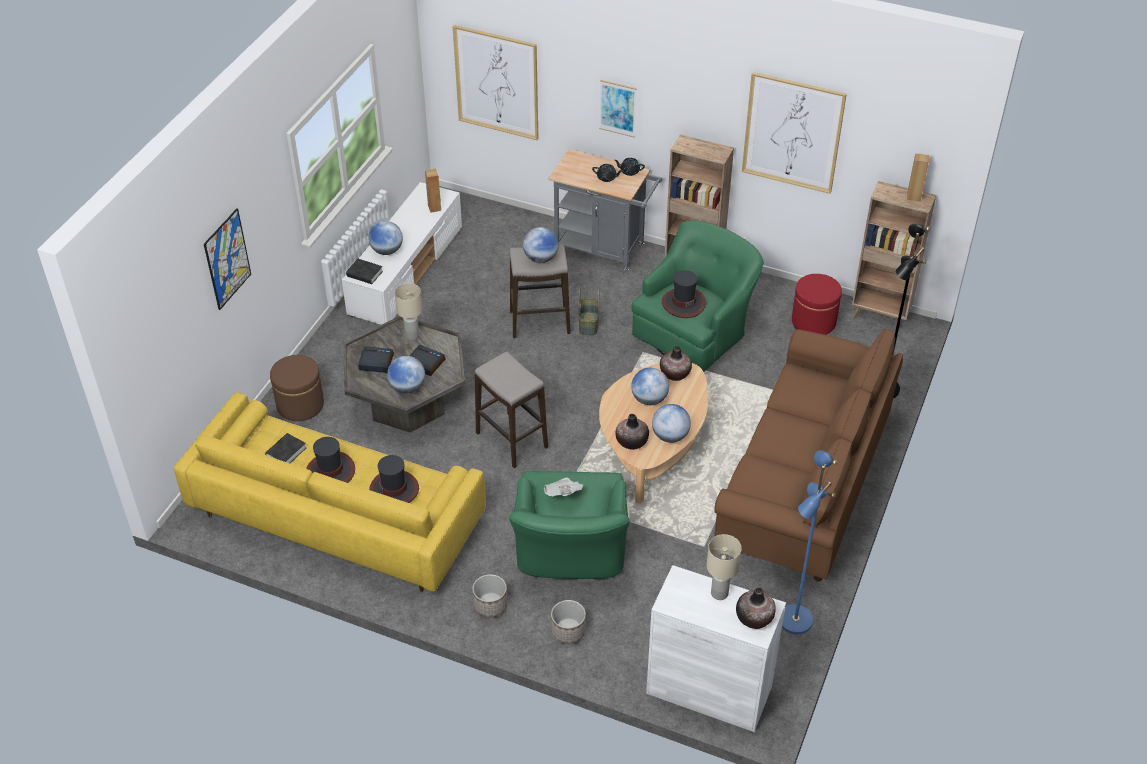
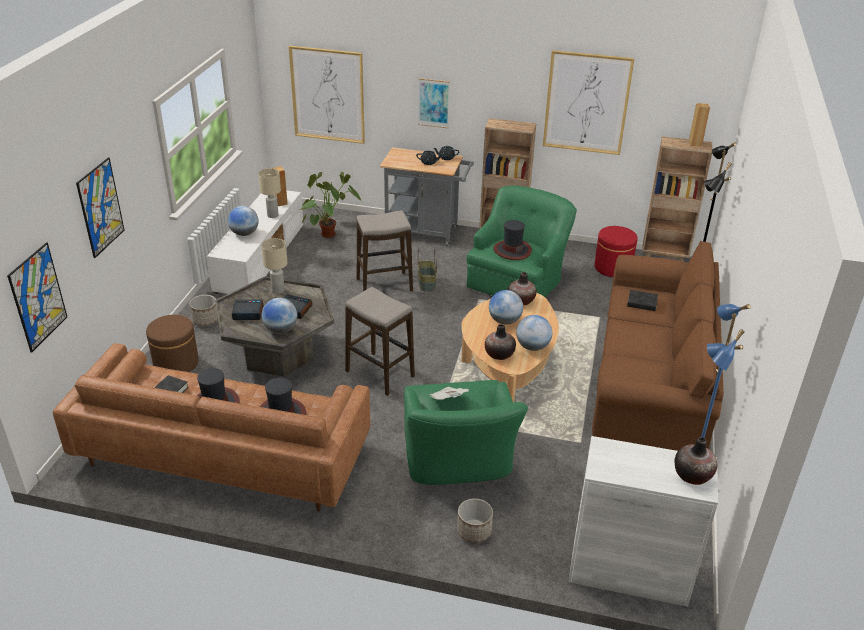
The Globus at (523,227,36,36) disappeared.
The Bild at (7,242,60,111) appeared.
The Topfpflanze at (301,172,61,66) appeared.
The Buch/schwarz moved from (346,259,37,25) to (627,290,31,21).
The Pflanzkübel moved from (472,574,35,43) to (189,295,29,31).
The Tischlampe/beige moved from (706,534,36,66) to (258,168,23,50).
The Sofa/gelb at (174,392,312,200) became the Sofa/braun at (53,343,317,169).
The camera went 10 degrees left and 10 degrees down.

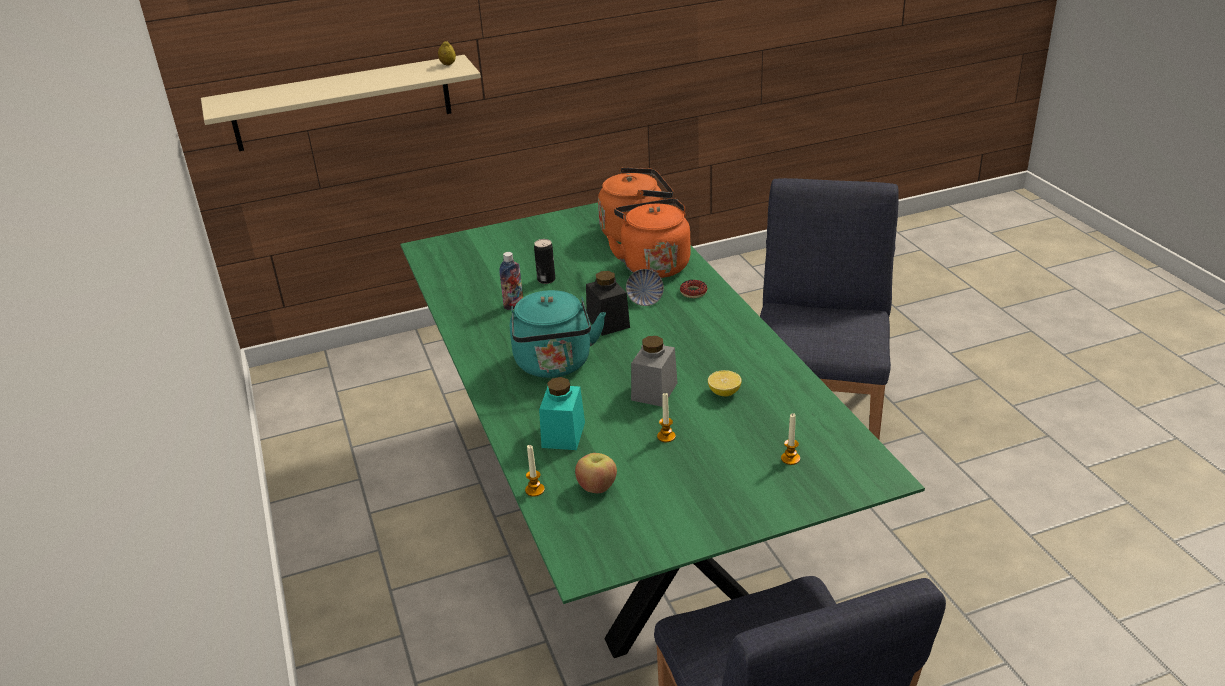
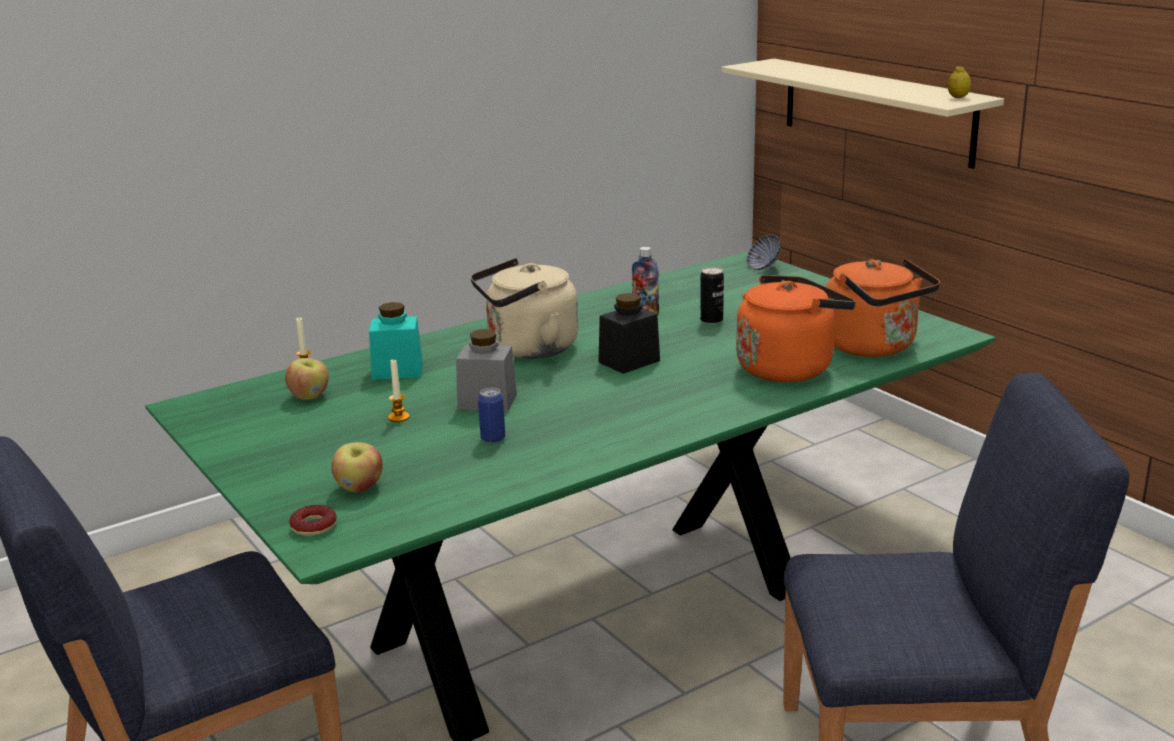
The Schüssel moved from (626,269,38,37) to (746,234,35,36).
The Donut moved from (680,280,27,18) to (289,505,48,31).
The Zitrone at (708,370,34,26) was replaced by the Dose at (478,388,27,55).
The Kerze at (781,413,19,52) was replaced by the Apfel at (331,442,52,50).
The Wasserkessel/türkis at (510,290,96,88) became the Wasserkessel/beige at (470,258,108,101).
The camera went 75 degrees right and 10 degrees down.

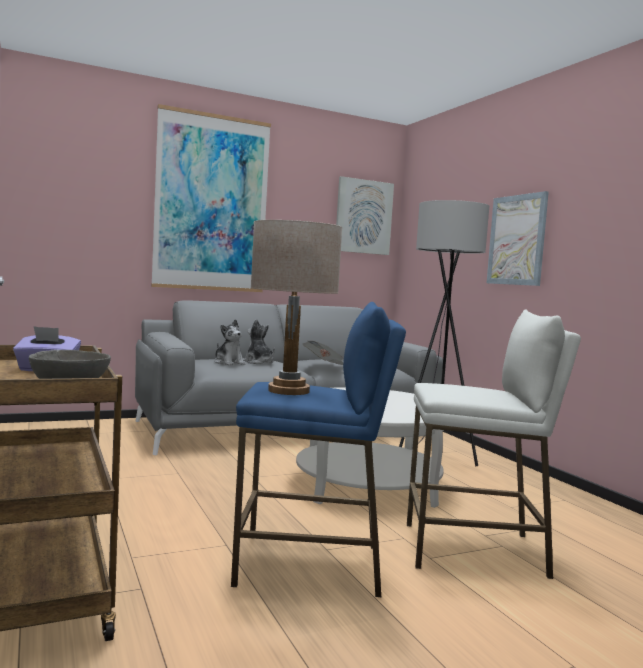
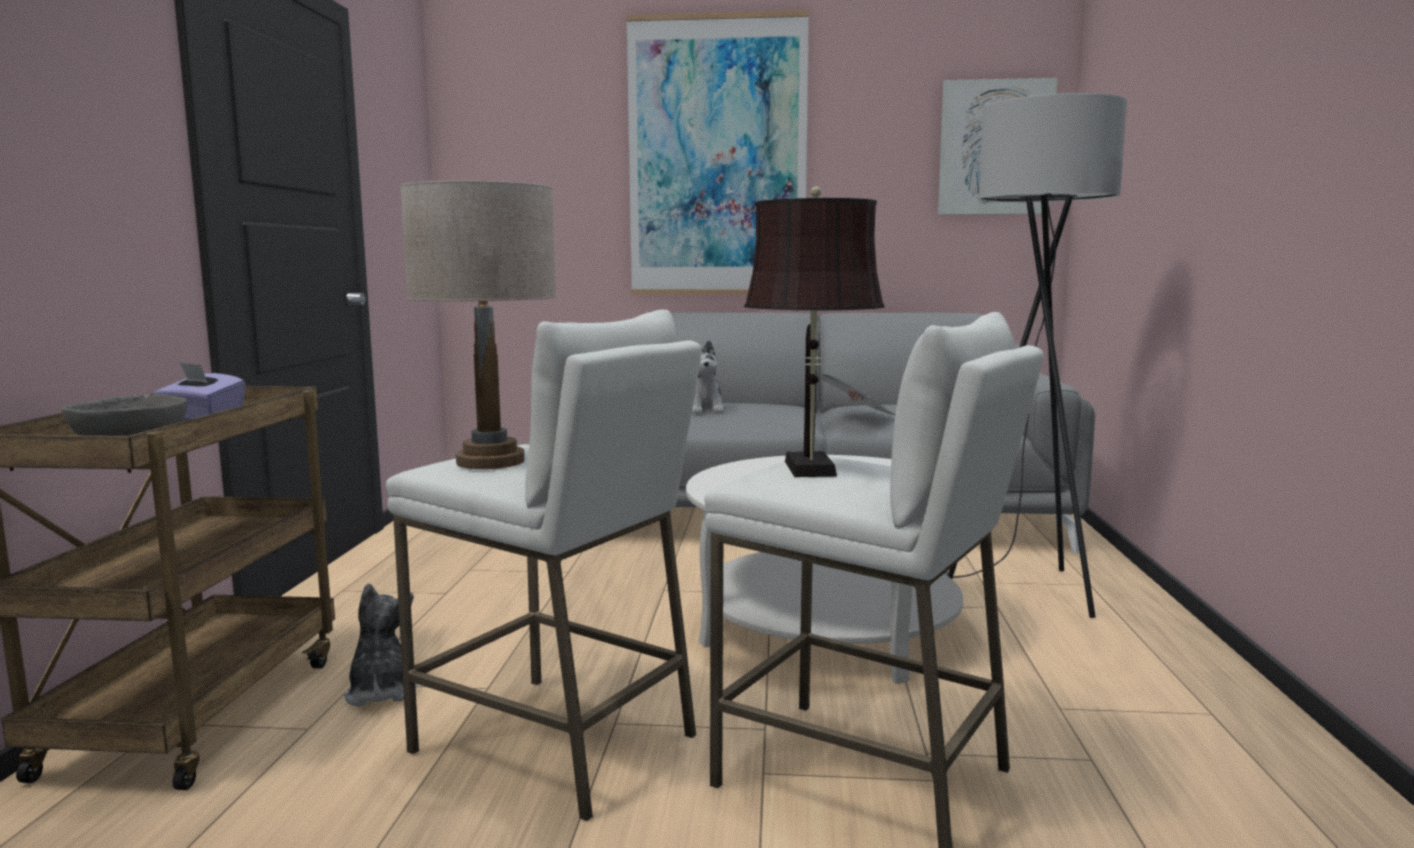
The Bild at (487,191,62,95) disappeared.
The Tischlampe/braun at (744,187,141,290) appeared.
The Plüschtier moved from (243,319,32,45) to (344,583,74,124).
The Hocker/blau at (231,302,175,295) became the Hocker/weiß at (386,309,316,512).
The camera went 30 degrees right and 5 degrees up.

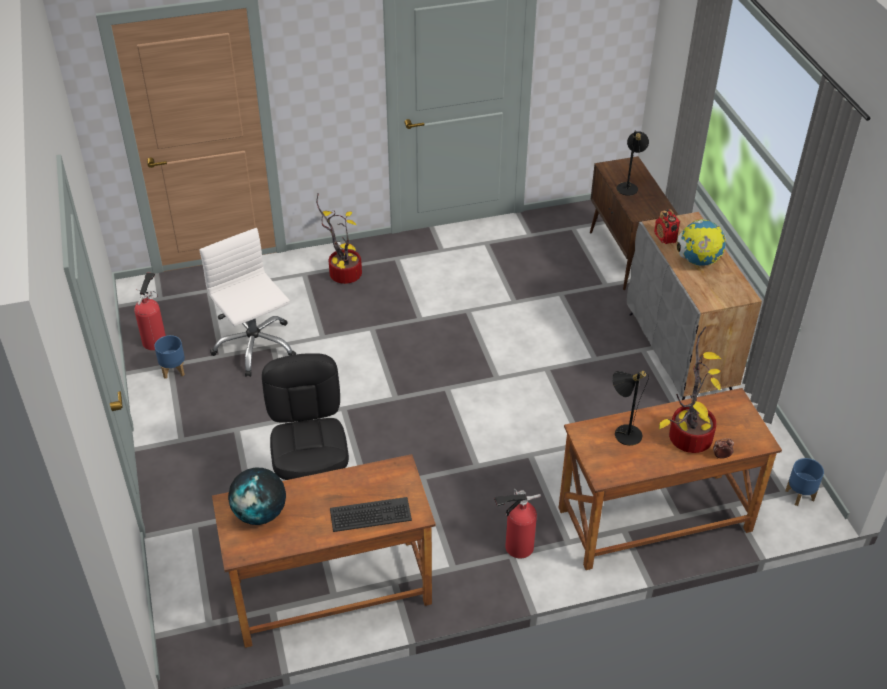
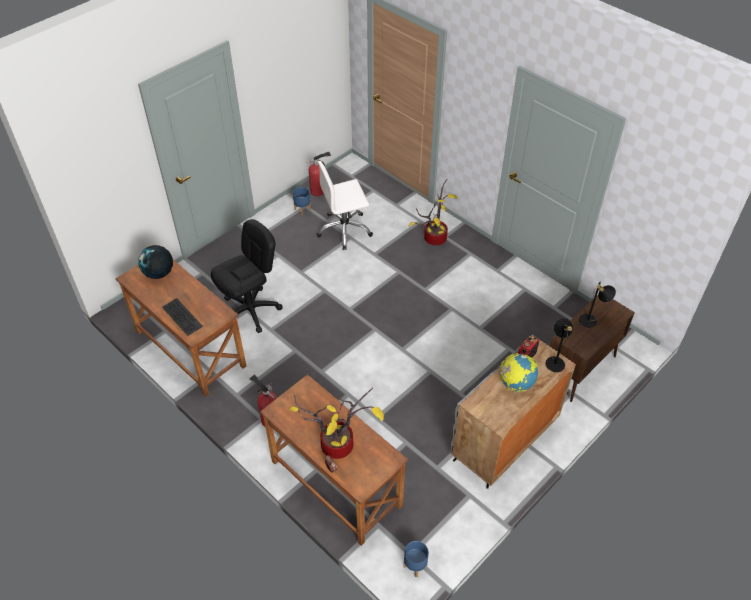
The Tischlampe/schwarz moved from (612,371,37,75) to (545,318,28,54).
The Bürostuhl/weiß at (199,228,97,149) turned 135 degrees counterclockwise.
The camera went 60 degrees right and 5 degrees up.

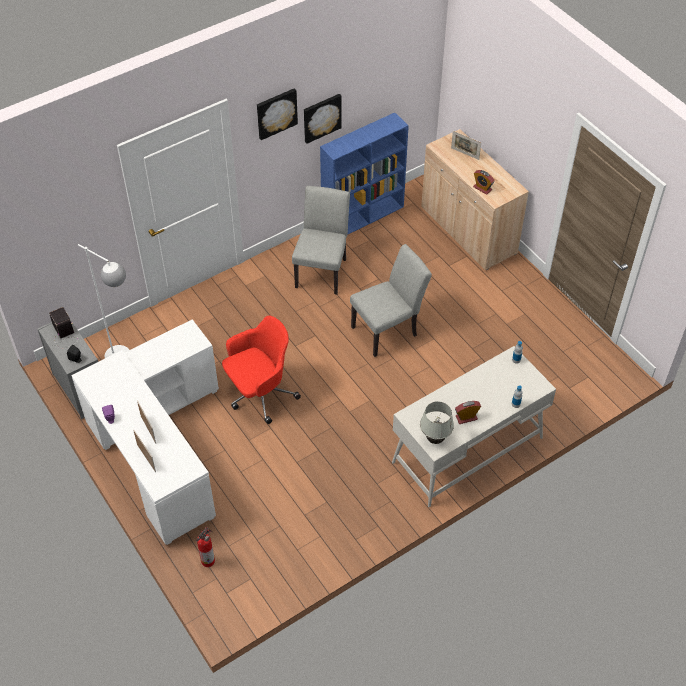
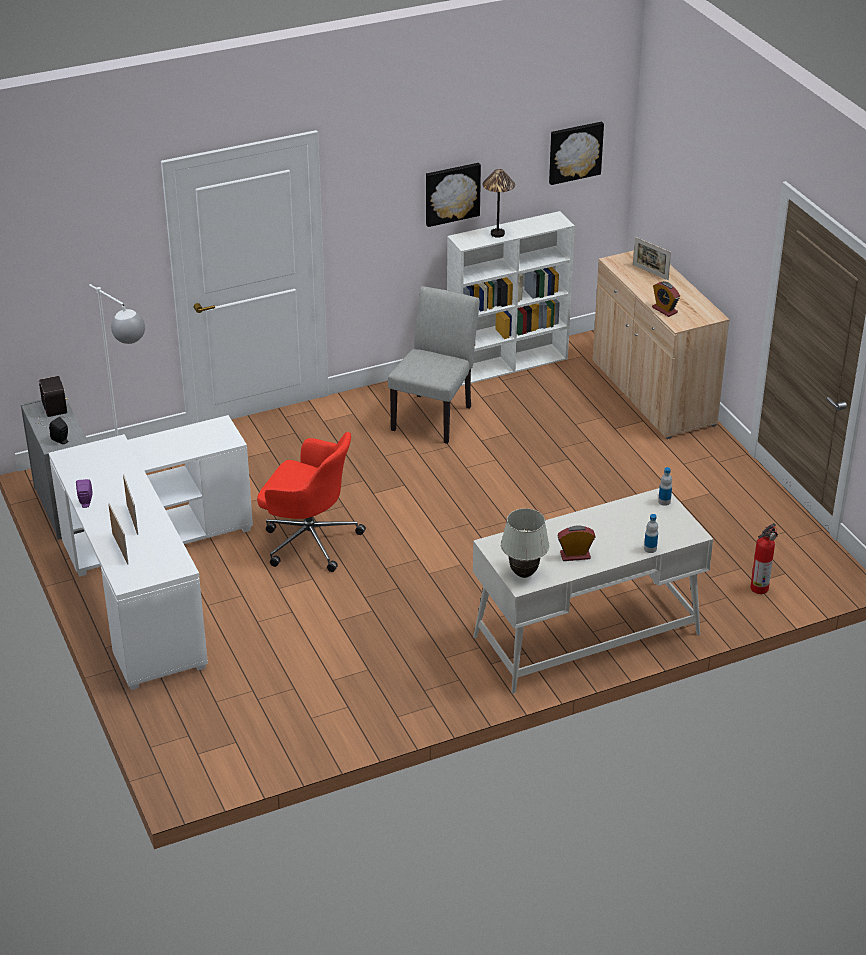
The Stuhl/grau at (350,244,82,113) disappeared.
The Tischlampe at (483,169,32,69) appeared.
The Feuerlöscher moved from (196,527,19,40) to (750,523,28,71).
The Bild moved from (257,88,41,52) to (549,122,55,63).
The Bücherregal/blau at (320,113,89,121) became the Bücherregal/weiß at (447,211,128,175).
The Bürostuhl/rot at (222,316,79,108) turned 45 degrees clockwise.
The camera went 10 degrees right and 15 degrees down.

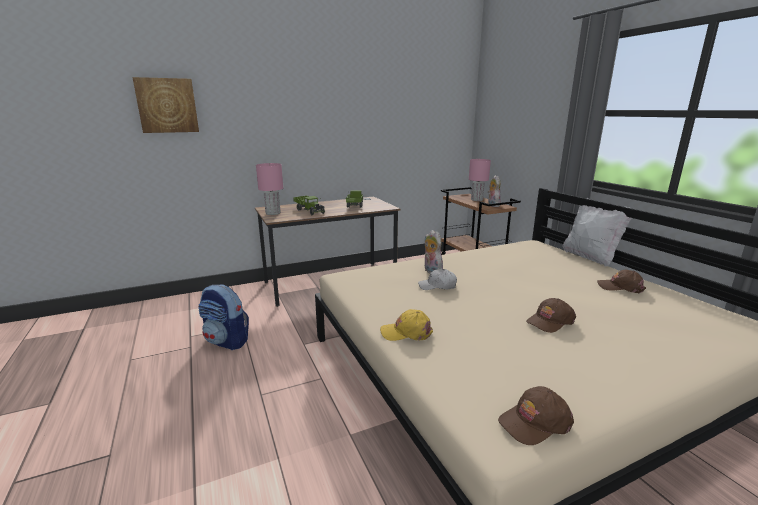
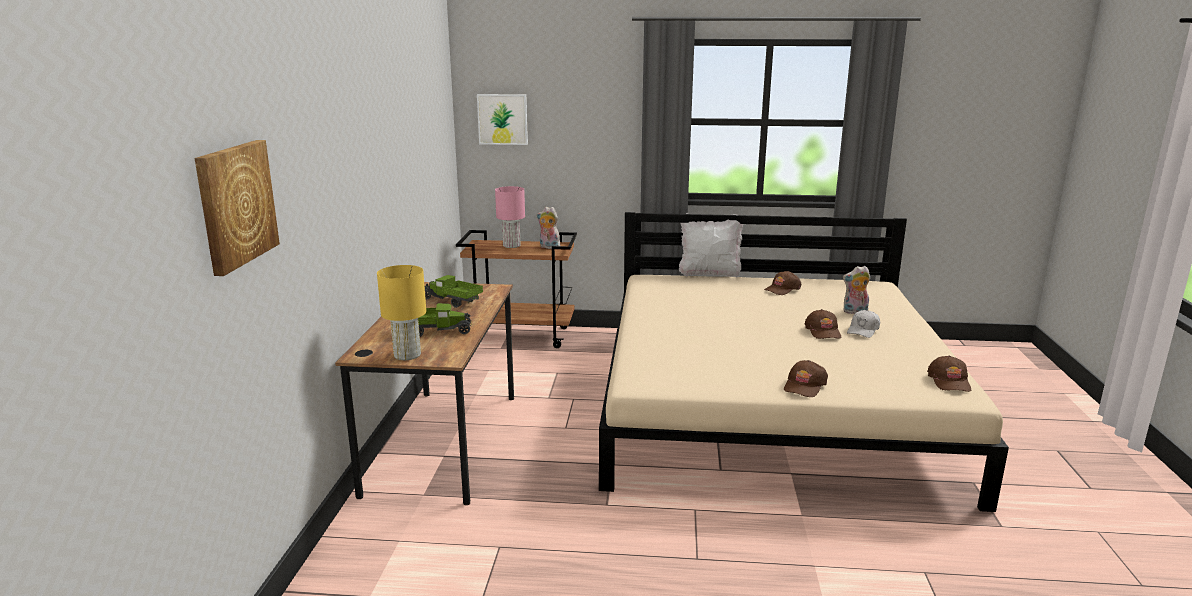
The Rucksack at (198,285,51,65) disappeared.
The Bild at (477,94,51,51) appeared.
The Kappe/weiß moved from (418,269,39,21) to (847,310,33,28).
The Plüschtier moved from (425,230,18,44) to (843,266,27,48).
The Tischlampe/rosa at (256,163,27,52) became the Tischlampe/gelb at (377,265,49,95).
The Kappe/gelb at (380,309,53,32) became the Kappe/braun at (784,360,44,37).
The camera went 60 degrees left and 0 degrees up.

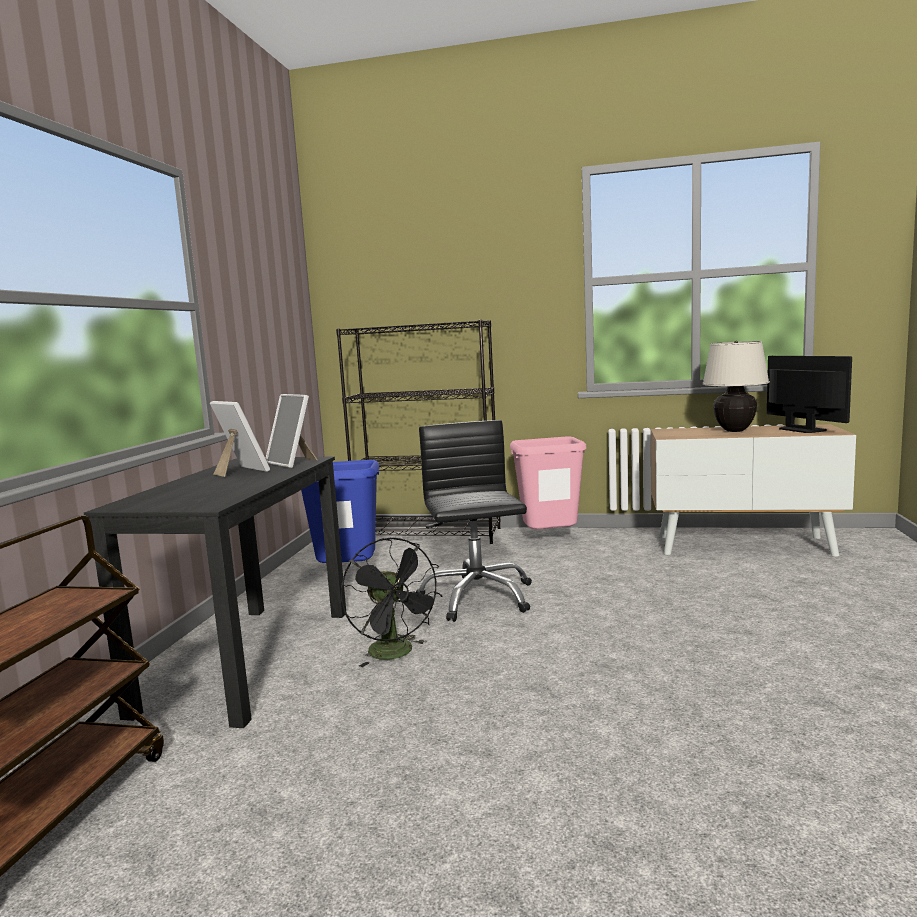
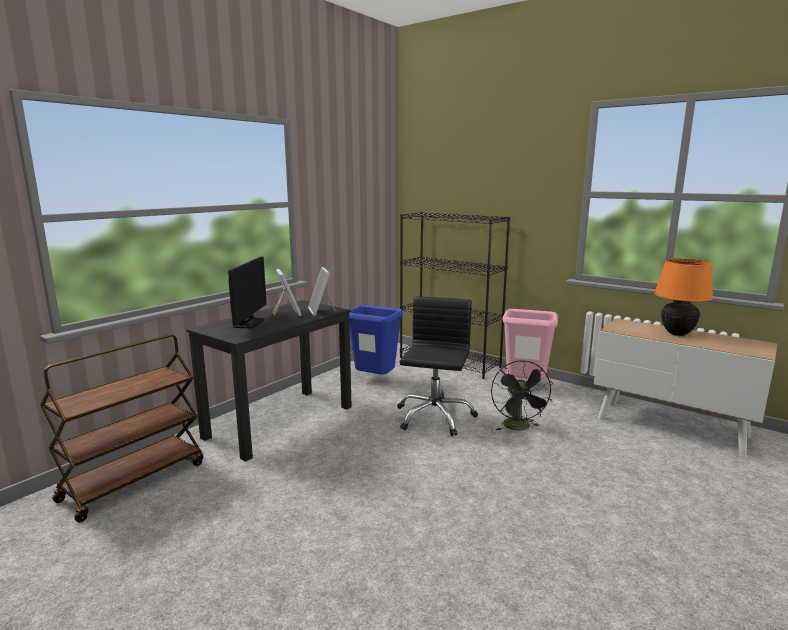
The Ventilator/schwarz moved from (341,538,102,129) to (491,360,62,71).
The Monitor moved from (767,356,85,77) to (228,256,39,72).
The Tischlampe/beige at (702,341,68,91) became the Tischlampe/orange at (654,259,60,77).
The camera went 25 degrees right and 5 degrees up.

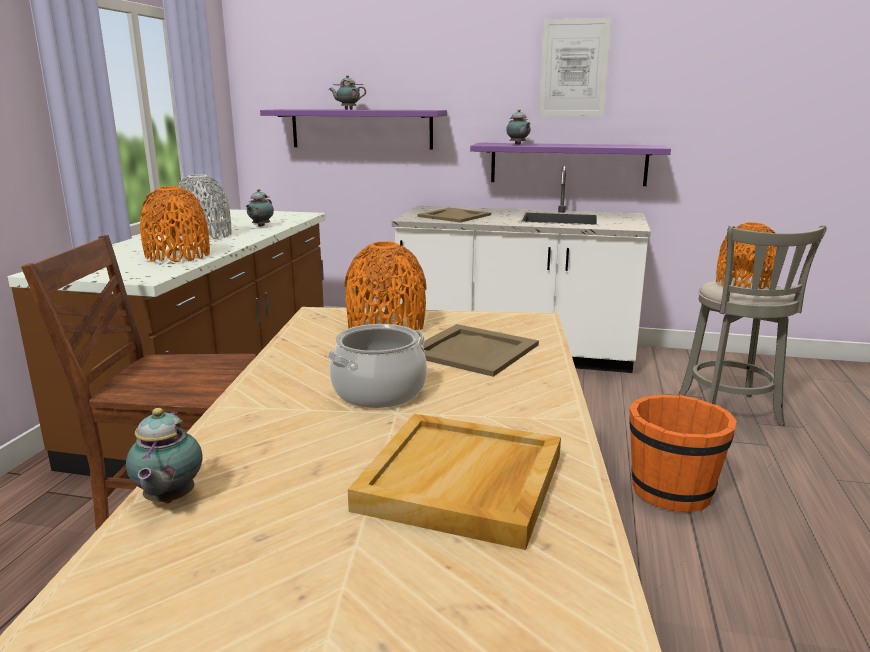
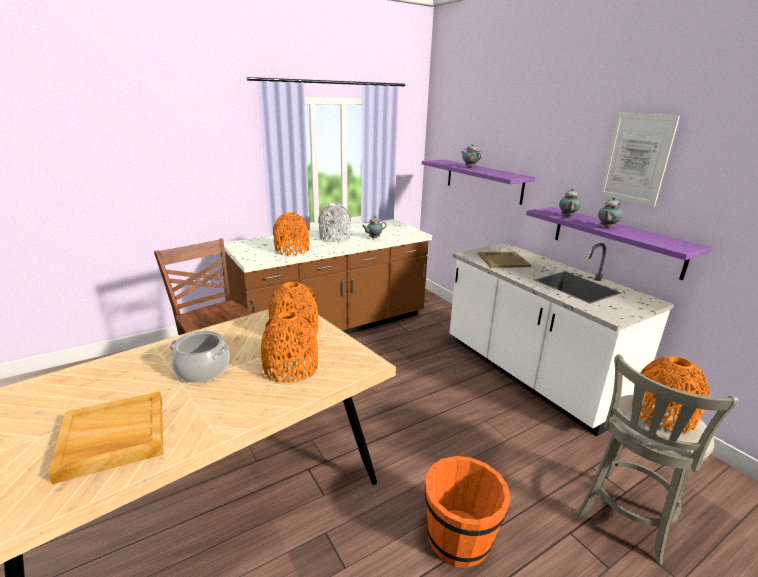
The Teekanne moved from (126,408,76,95) to (598,197,25,31).
The Tablett/beige at (423,324,116,53) was replaced by the Vase/orange at (261,311,57,72).
The camera went 45 degrees right and 5 degrees up.

